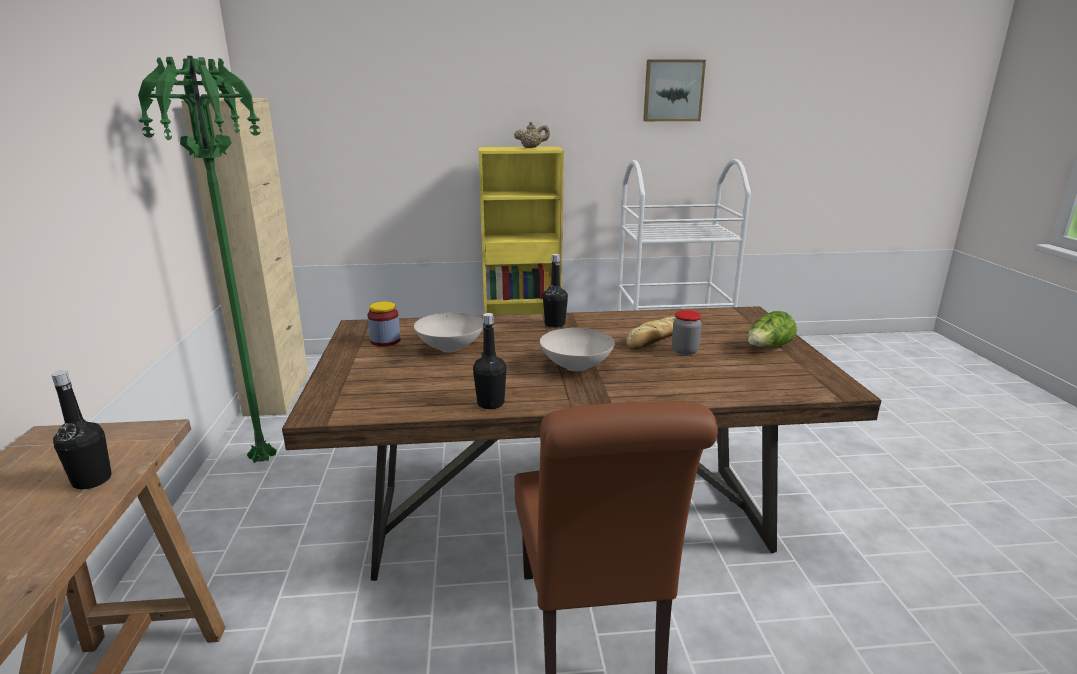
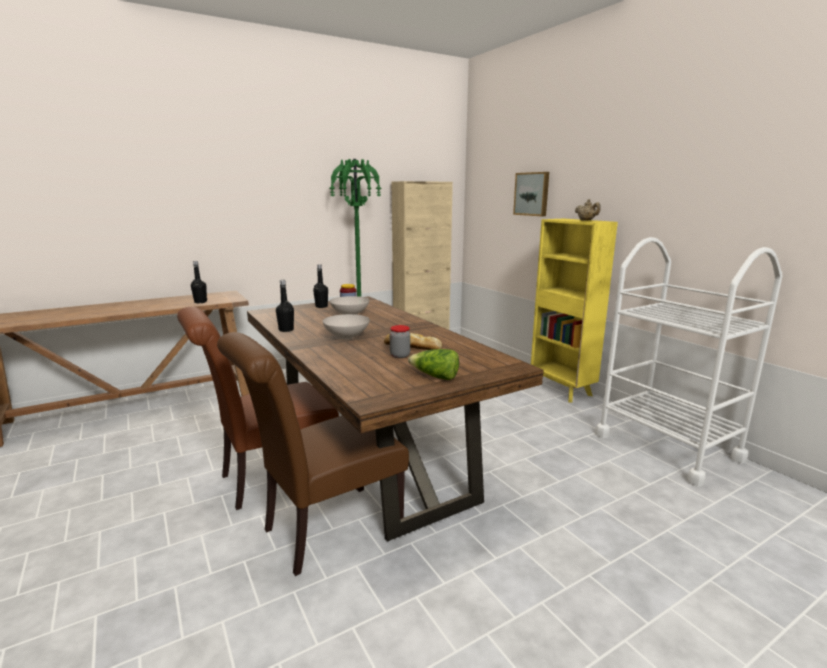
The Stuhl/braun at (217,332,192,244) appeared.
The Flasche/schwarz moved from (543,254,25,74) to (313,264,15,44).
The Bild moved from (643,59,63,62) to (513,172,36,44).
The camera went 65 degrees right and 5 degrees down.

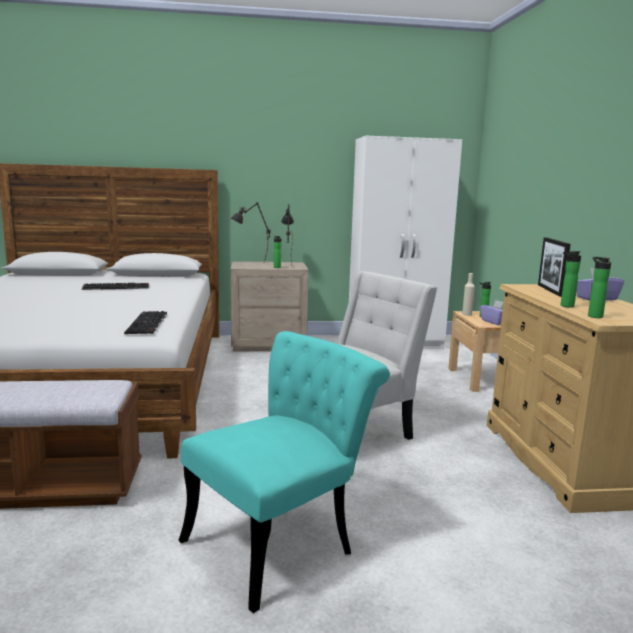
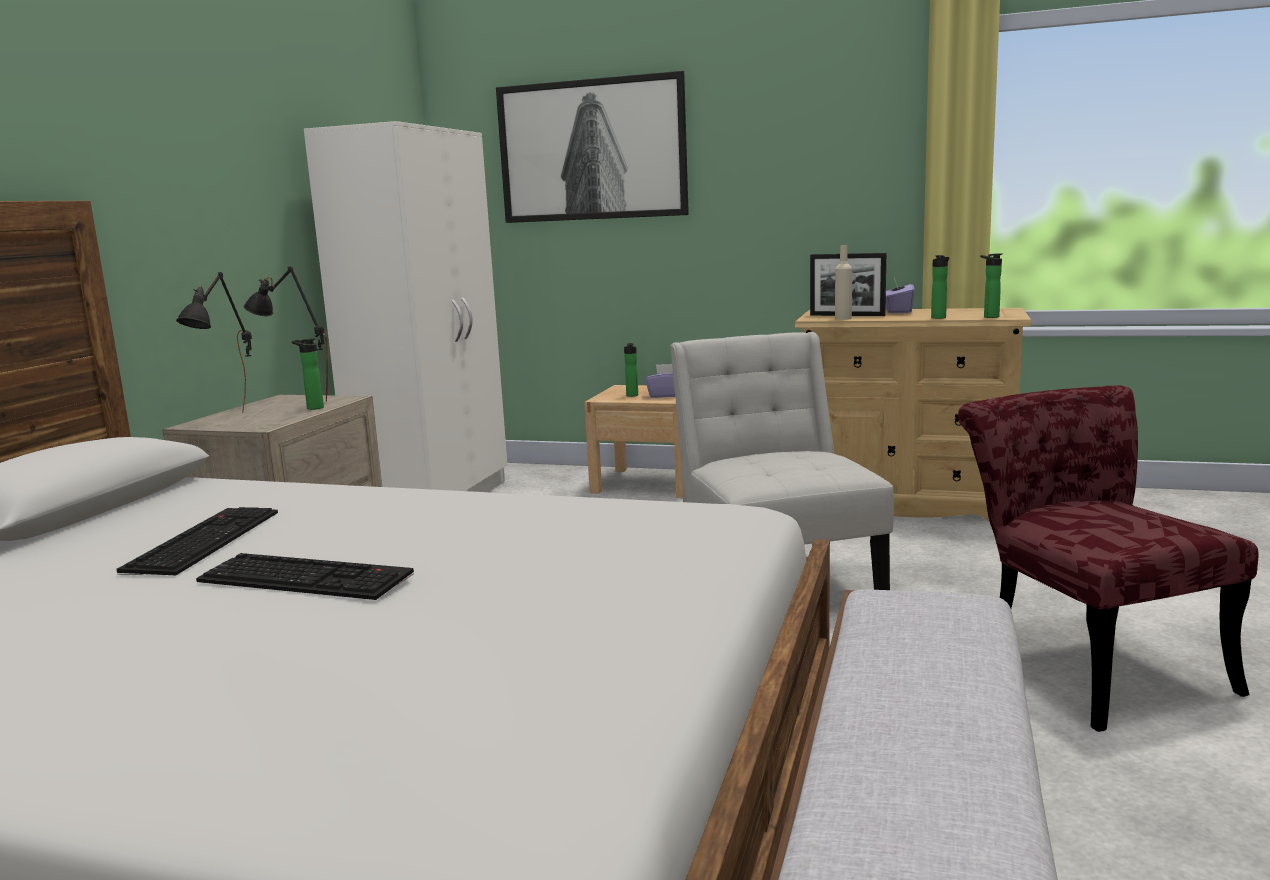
The Bild at (496,71,193,152) appeared.
The Tastatur moved from (124,311,43,23) to (196,553,218,47).
The Flasche/beige moved from (462,273,13,43) to (835,245,17,75).
The Stuhl/türkis at (179,331,211,282) became the Stuhl/rot at (958,385,300,347).
The camera went 65 degrees left and 0 degrees up.

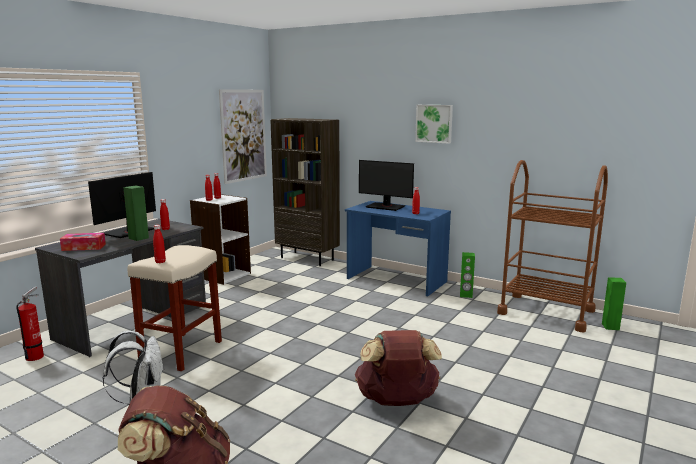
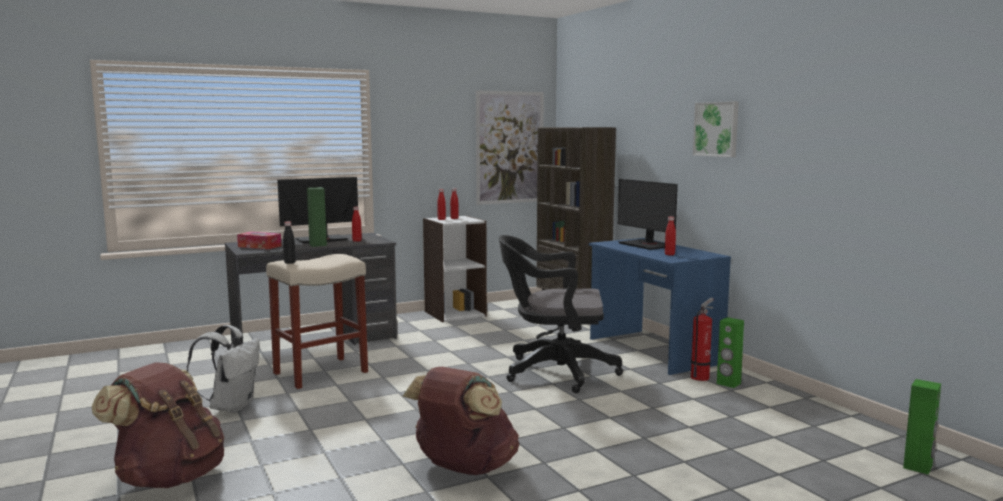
The Rollwagen/braun at (497,160,111,172) disappeared.
The Bürostuhl/schwarz at (499,235,124,158) appeared.
The Feuerlöscher moved from (16,287,28,74) to (691,298,23,83).
The Flasche/rot at (153,225,13,38) became the Flasche/schwarz at (283,221,13,43).
The camera went 30 degrees right and 5 degrees down.

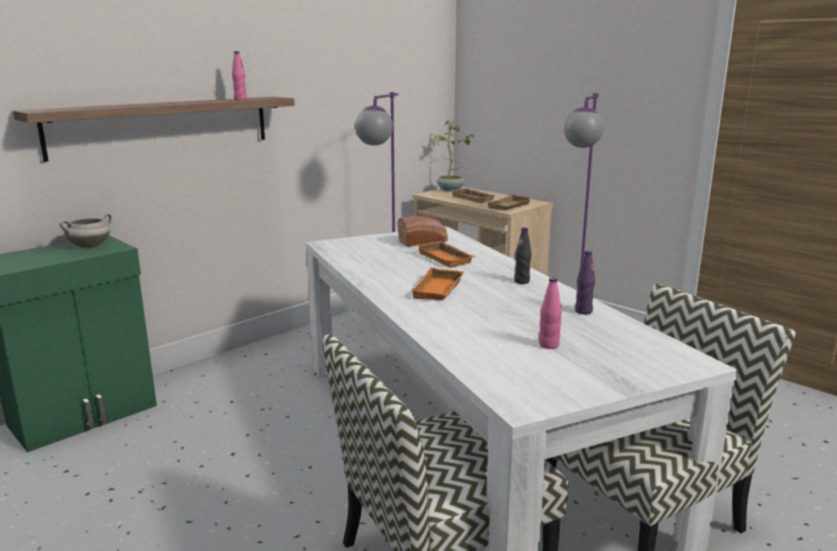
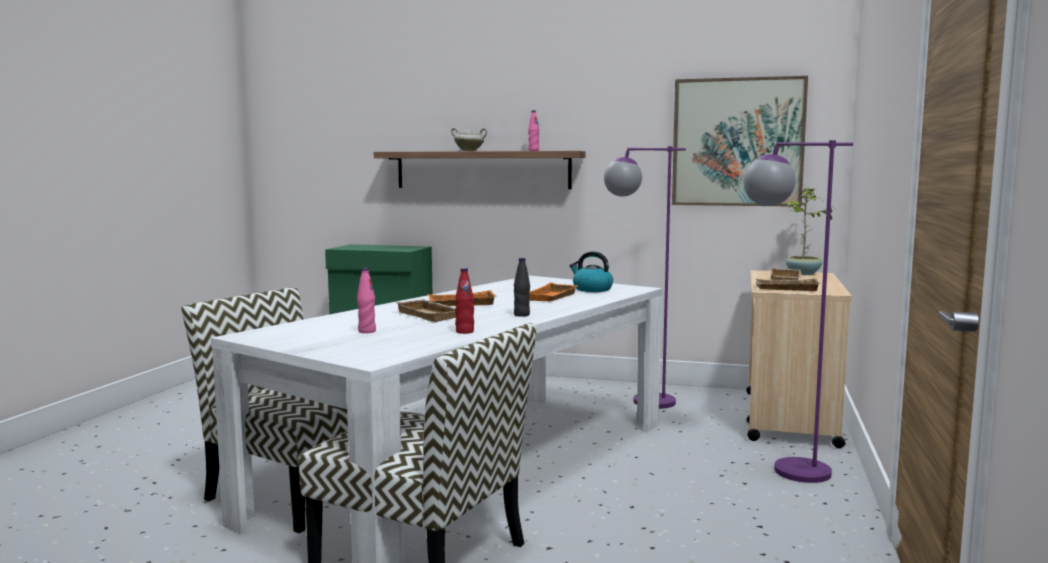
The Tablett/beige at (395,299,61,23) appeared.
The Bild at (672,76,136,131) appeared.
The Kochtopf/weiß moved from (59,213,53,35) to (451,128,36,23).
The Brot at (398,216,50,31) was replaced by the Wasserkessel at (570,251,43,41).
The Flasche/lila at (575,251,20,64) became the Flasche/rot at (455,268,19,66).
The camera went 60 degrees right and 10 degrees down.

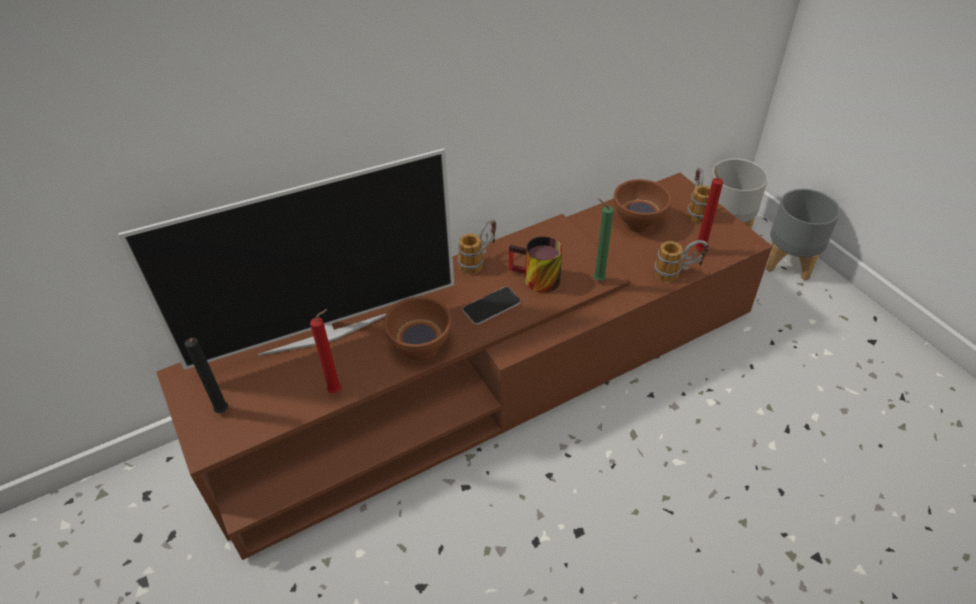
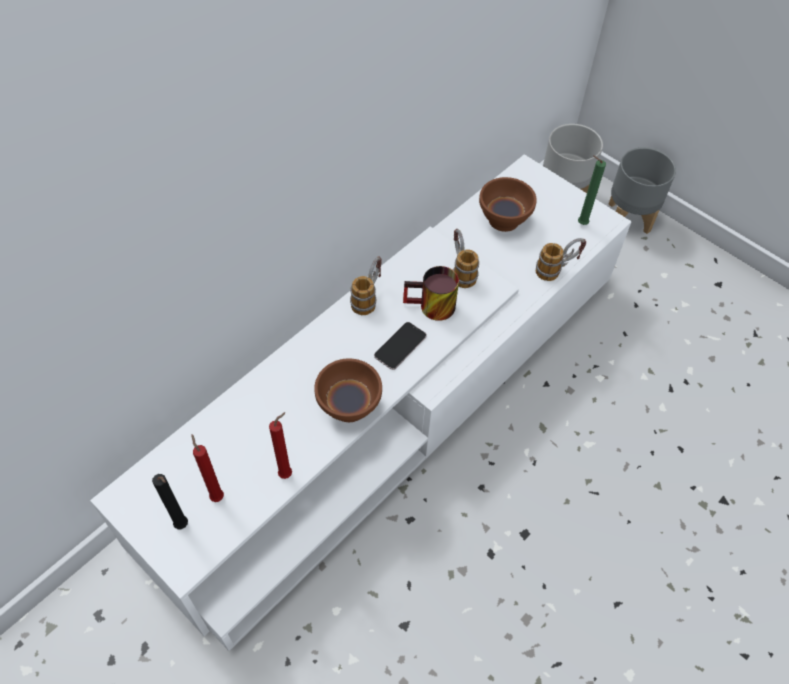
The Fernseher at (118,148,336,222) disappeared.
The Kerze/grün moved from (594,198,20,83) to (578,155,28,70).
The Henkelbecher moved from (687,168,24,55) to (453,229,26,59).
The Kerze/rot moved from (695,166,28,85) to (191,434,33,68).
The Fernsehschrank/braun at (156,173,617,387) became the Fernsehschrank/weiß at (90,154,542,497).
The camera went 20 degrees left and 10 degrees up.

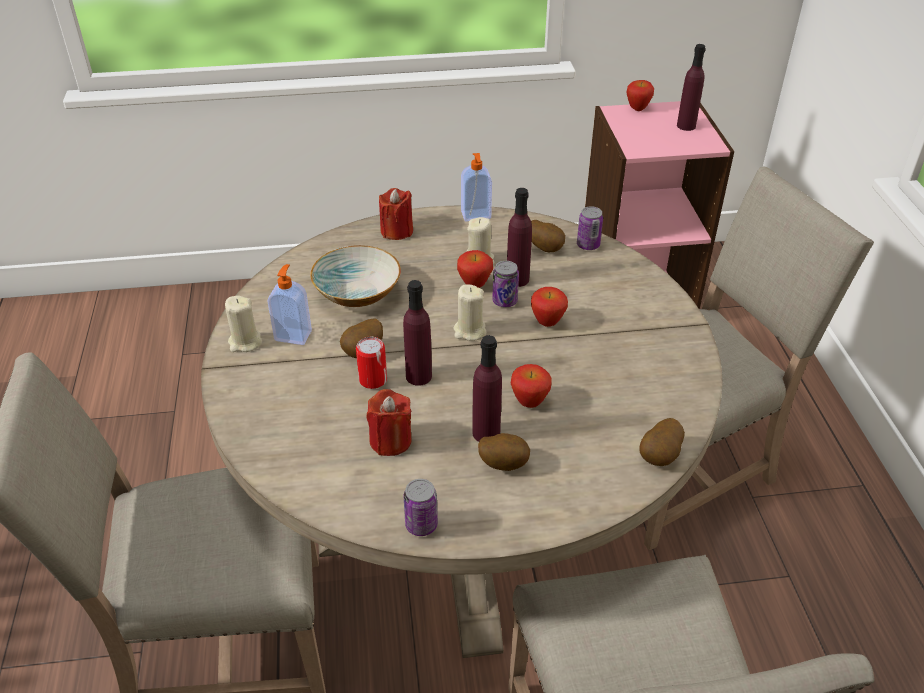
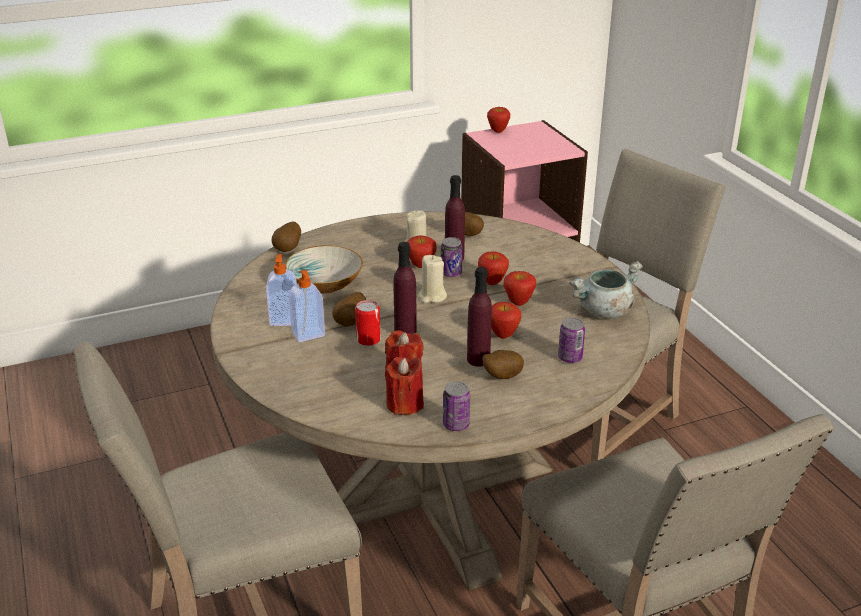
The Kerze/beige at (225,296,37,56) disappeared.
The Flasche/lila at (677,44,29,87) disappeared.
The Apfel at (503,271,33,35) appeared.
The Kochtopf/grau at (569,261,74,58) appeared.
The Kerze/rot moved from (379,188,34,52) to (385,357,39,58).
The Seifenspender moved from (461,153,31,69) to (289,270,36,72).
The Dose moved from (577,206,26,44) to (558,318,27,45).
The Kartoffel moved from (639,418,46,48) to (272,221,29,31).
The camera went 15 degrees left and 10 degrees down.

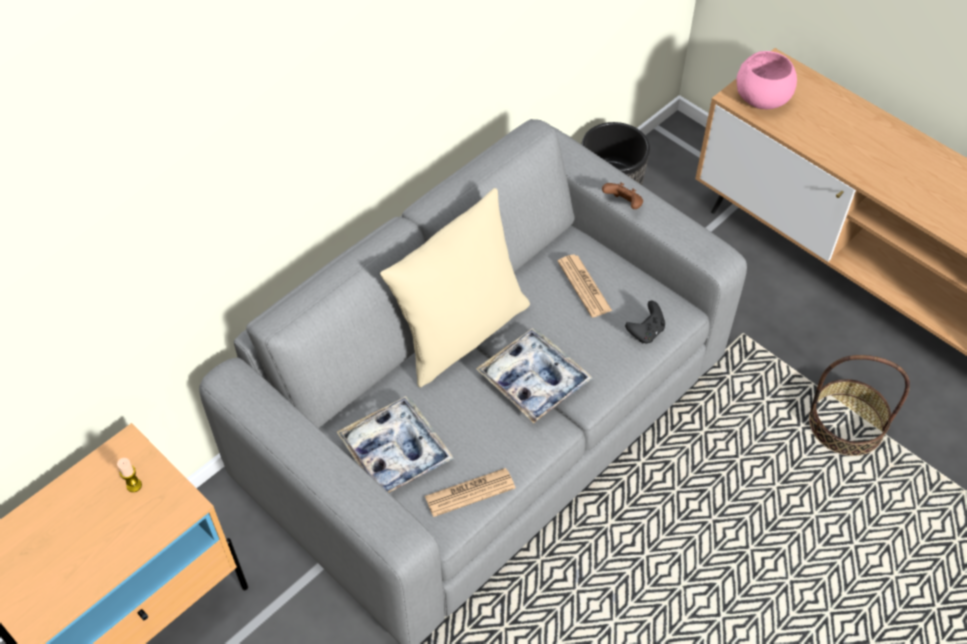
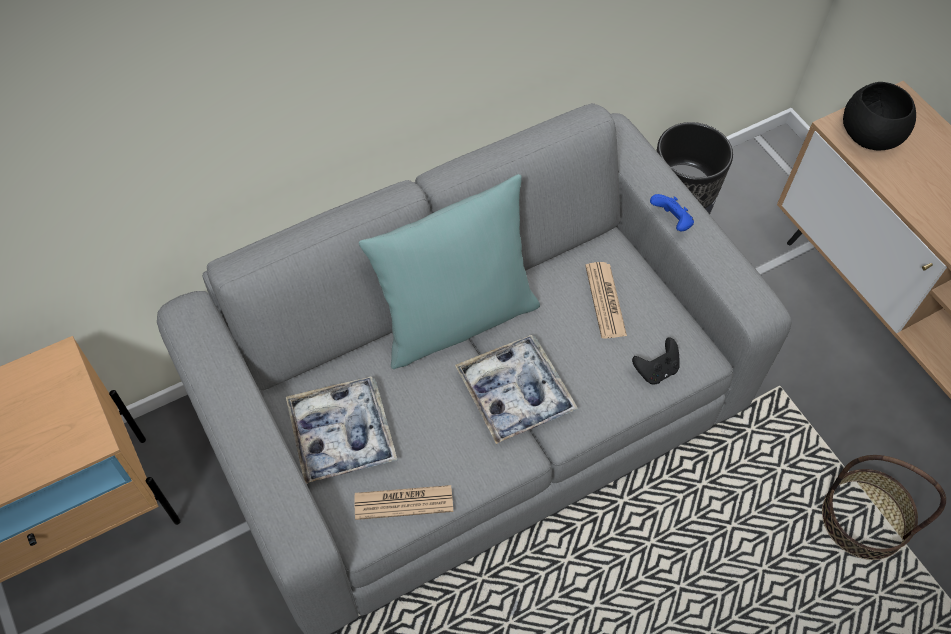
The Kerze at (117,458,25,34) disappeared.
The Kissen/beige at (380,188,150,199) became the Kissen/türkis at (359,174,181,195).
The Gamepad/braun at (602,182,41,27) became the Gamepad/blau at (650,194,44,37).
The Schüssel/rosa at (737,51,60,58) became the Schüssel/schwarz at (843,82,73,68).
The camera went 15 degrees right and 5 degrees up.

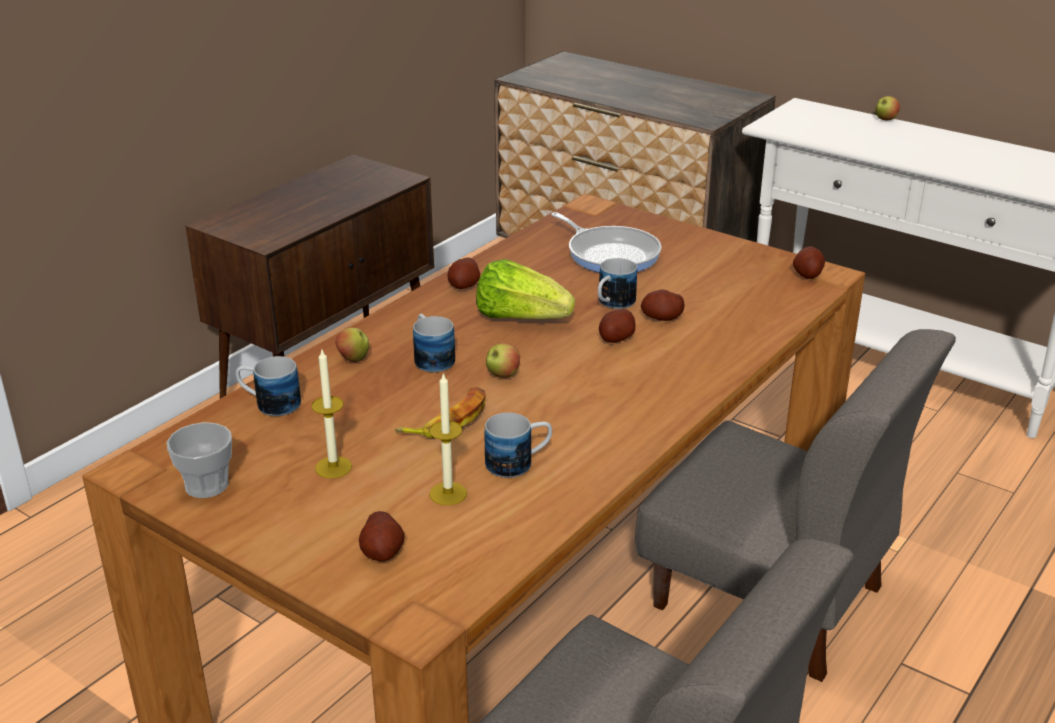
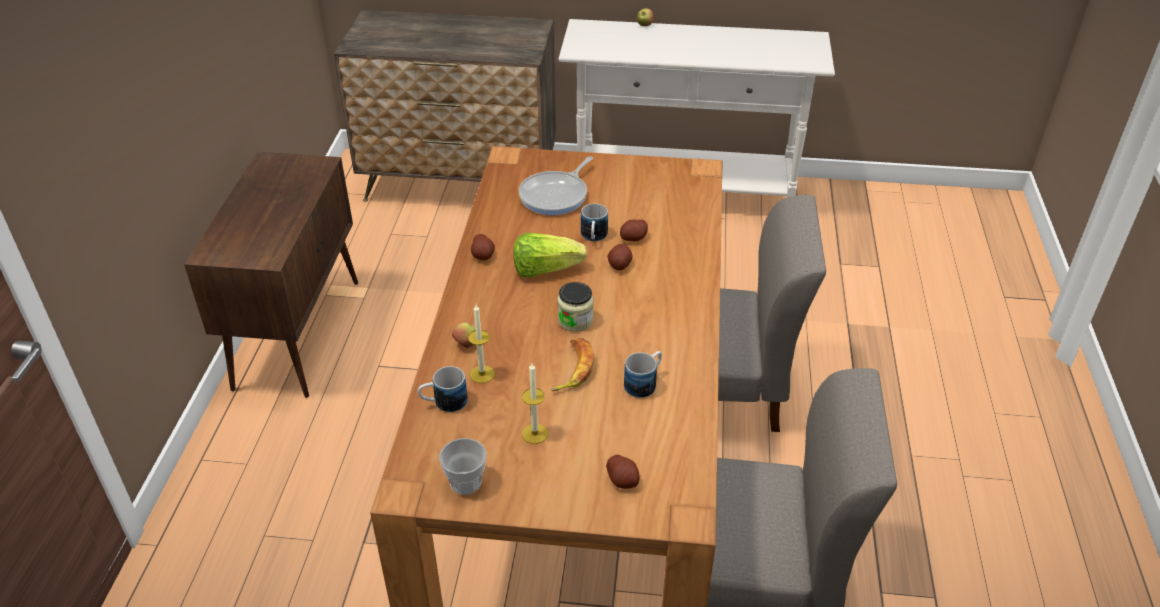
The Henkelbecher at (413,314,42,58) disappeared.
The Kartoffel at (793,247,32,32) disappeared.
The Kerze moved from (429,372,38,133) to (468,305,27,78).
The Apfel at (486,343,34,35) was replaced by the Vorratsglas at (557,282,37,50).
The Pfanne at (551,212,111,61) turned 105 degrees clockwise.
The camera went 30 degrees left and 10 degrees up.

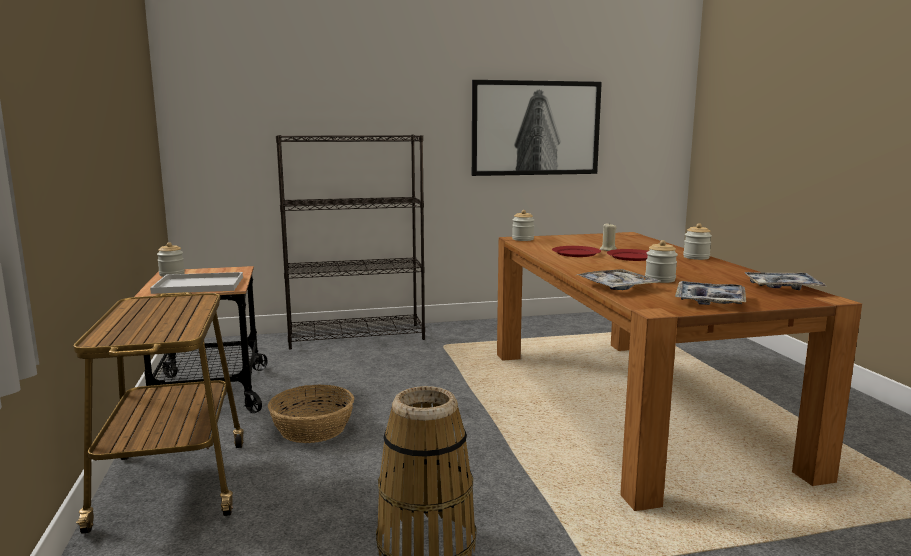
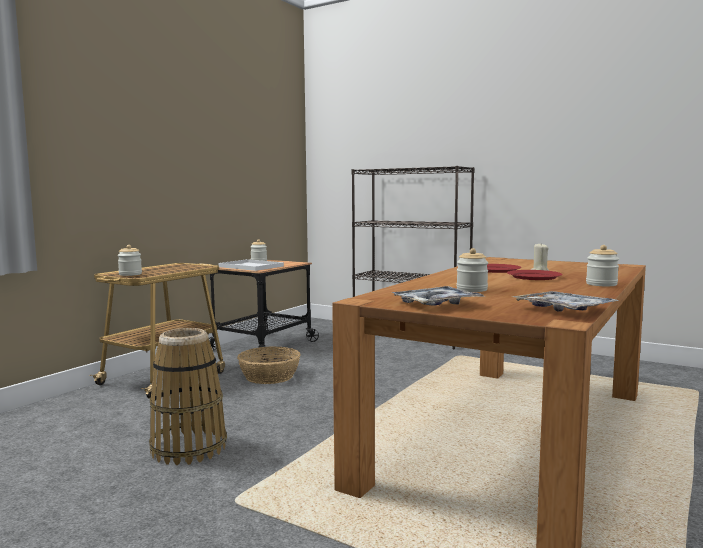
The Bild at (472,80,130,96) disappeared.
The Tablett at (577,269,84,21) disappeared.
The Vorratsglas moved from (512,210,22,31) to (118,245,24,31).
The camera went 45 degrees right and 5 degrees down.

